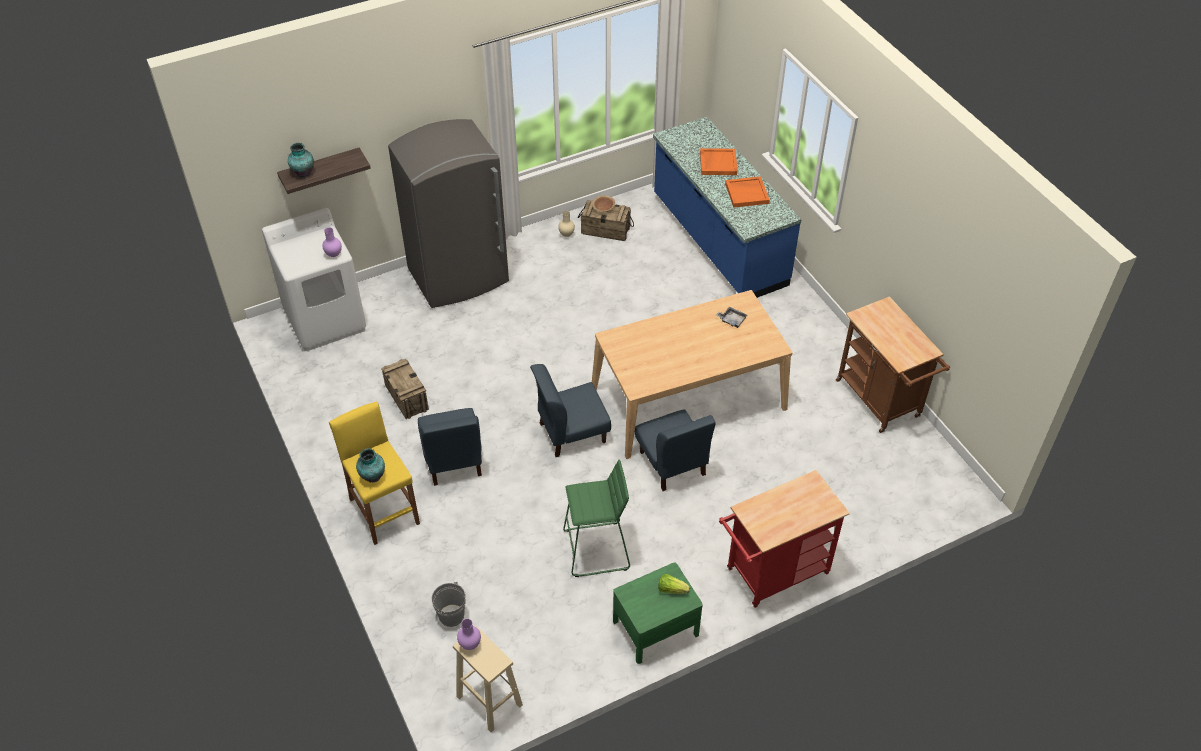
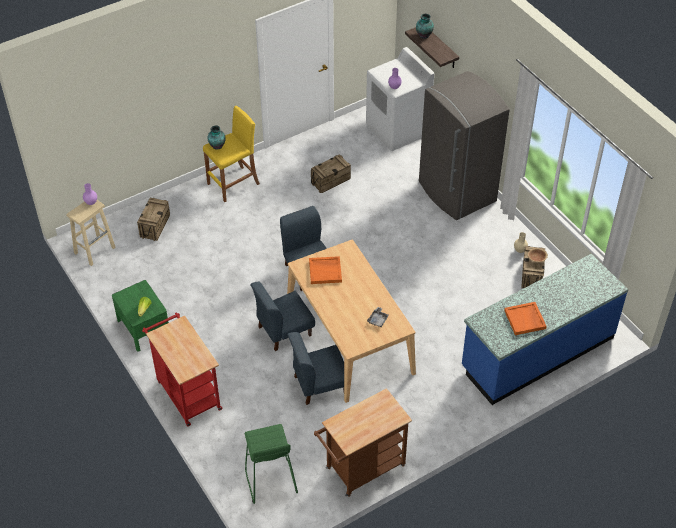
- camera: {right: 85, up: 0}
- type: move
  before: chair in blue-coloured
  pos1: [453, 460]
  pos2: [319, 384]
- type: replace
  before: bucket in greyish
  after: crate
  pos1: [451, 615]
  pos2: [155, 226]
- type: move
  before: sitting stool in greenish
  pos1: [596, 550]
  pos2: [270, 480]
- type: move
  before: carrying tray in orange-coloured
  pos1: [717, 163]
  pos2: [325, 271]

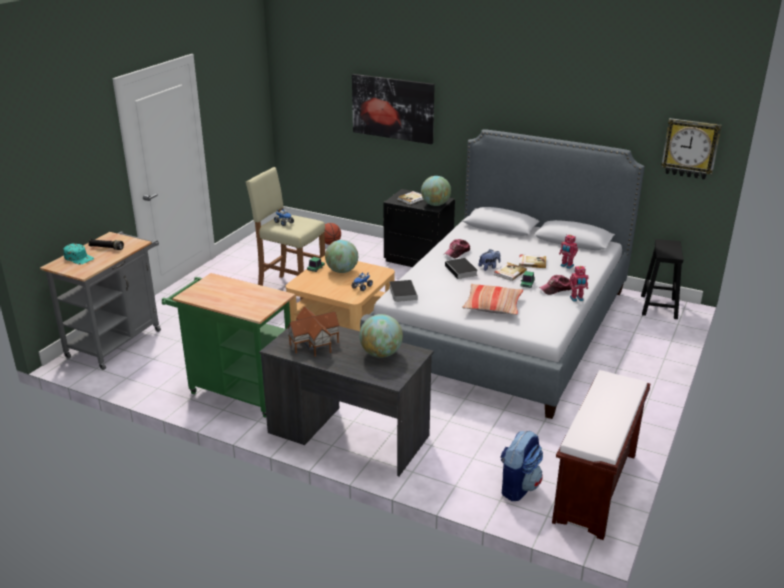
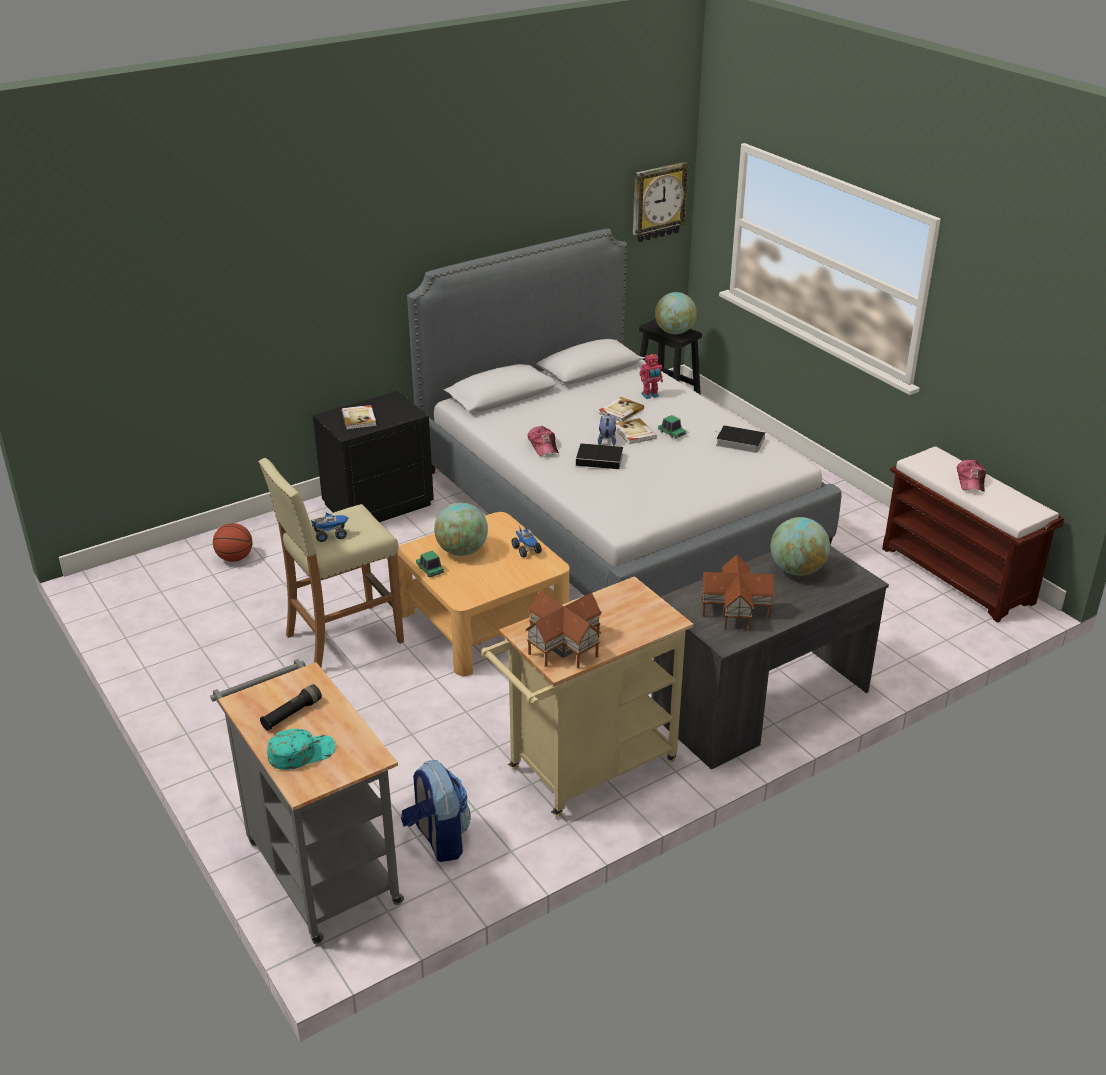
- camera: {right: -60, up: 5}
- type: recolor
  before: cart in greenish
  after: cart in beige
  pos1: [237, 390]
  pos2: [584, 770]
- type: delete
  before: wall picture
  pos1: [393, 108]
- type: move
  before: volume
  pos1: [402, 292]
  pos2: [738, 442]
- type: move
  before: desk globe
  pos1: [435, 204]
  pos2: [674, 332]
- type: delete
  before: pillow
  pos1: [493, 306]
- type: move
  before: backpack
  pos1: [518, 486]
  pos2: [438, 839]
- type: move
  before: baseball cap
  pos1: [556, 289]
  pos2: [971, 481]
- type: delete
  before: model robot
  pos1: [577, 299]
- type: insert
  after: model house
  pos2: [564, 644]

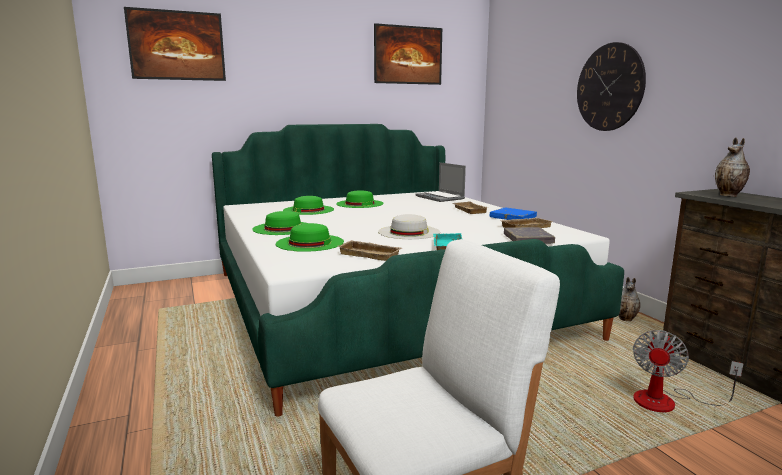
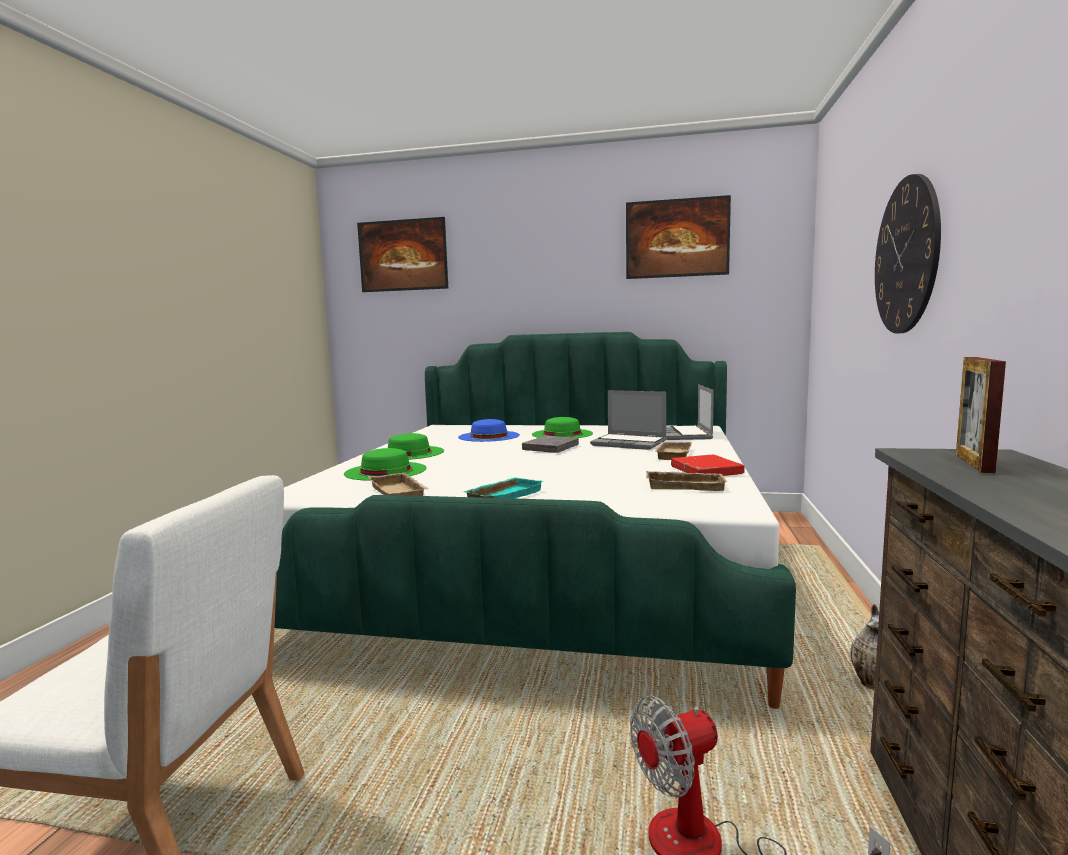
- camera: {right: 35, up: -5}
- type: recolor
  before: wearable hat in greenish
  after: wearable hat in blue-coloured
  pos1: [308, 210]
  pos2: [489, 436]
- type: delete
  before: wearable hat in white-coloured
  pos1: [409, 232]
- type: recolor
  before: volume in blue-coloured
  after: volume in reddish
  pos1: [513, 218]
  pos2: [706, 471]
- type: move
  before: volume in greyish
  pos1: [528, 239]
  pos2: [550, 448]
- type: replace
  before: decorative vase
  after: picture frame
  pos1: [729, 195]
  pos2: [974, 463]
- type: insert
  after: notebook computer
  pos2: [630, 443]

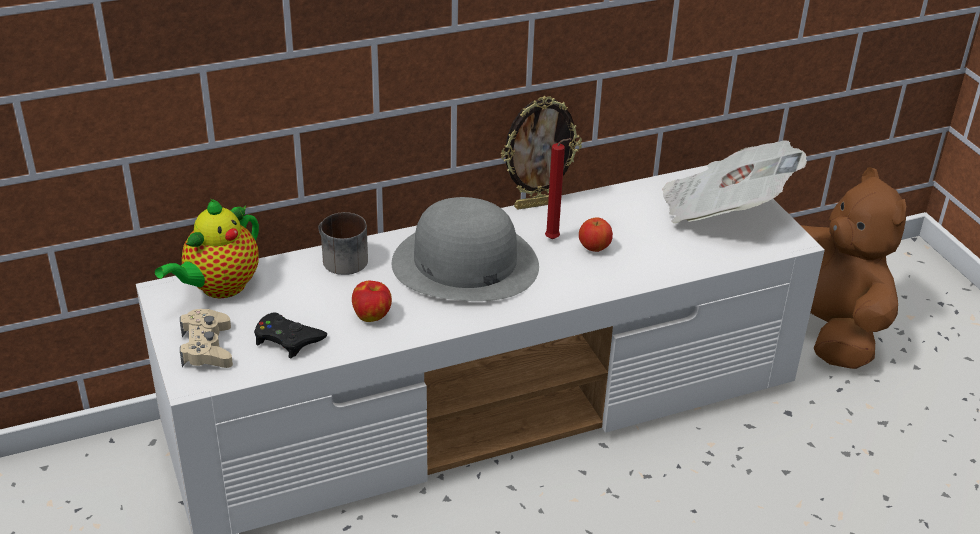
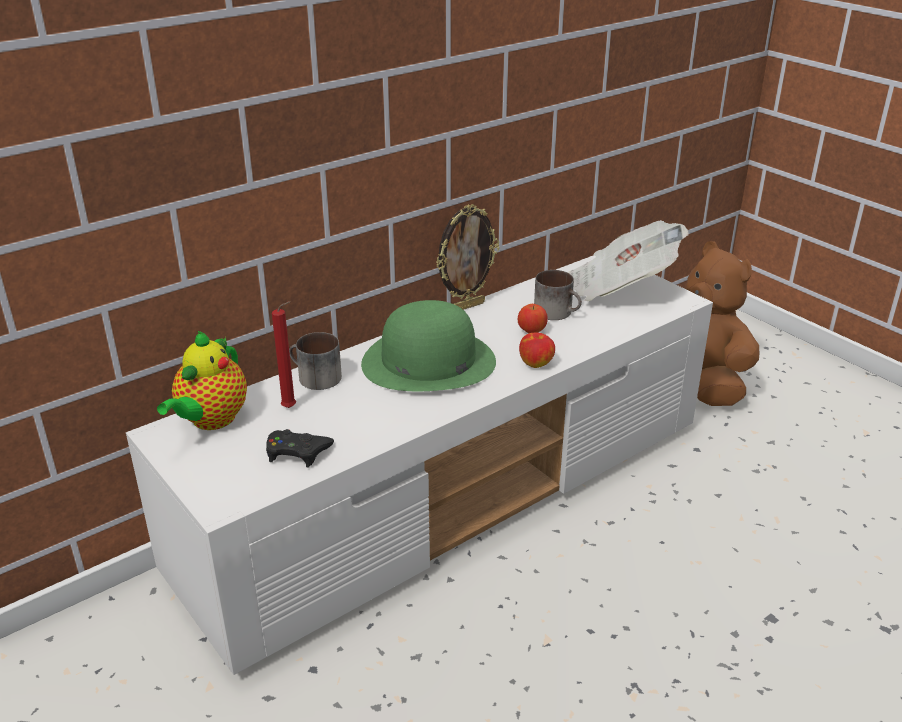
- camera: {right: -15, up: -5}
- type: delete
  before: joypad in beige
  pos1: [207, 348]
- type: move
  before: whole apple
  pos1: [372, 316]
  pos2: [536, 363]
- type: recolor
  before: wearable hat in greyish
  after: wearable hat in greenish
  pos1: [464, 264]
  pos2: [428, 362]
- type: move
  before: wax candle in reddish
  pos1: [554, 240]
  pos2: [291, 408]
- type: insert
  after: tea mug
  pos2: [558, 312]

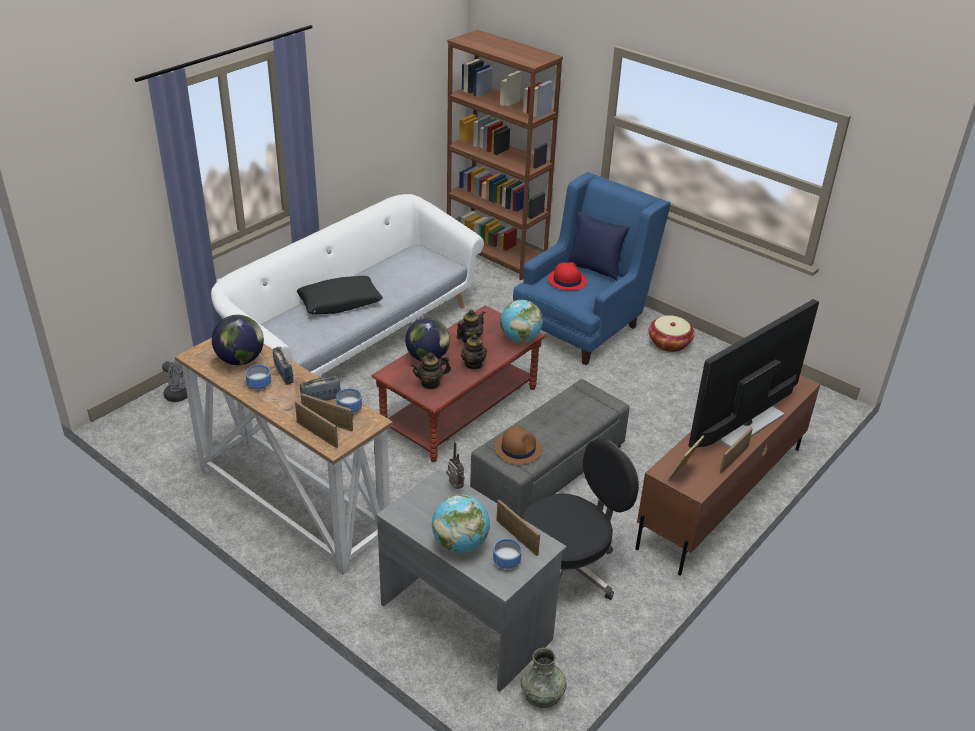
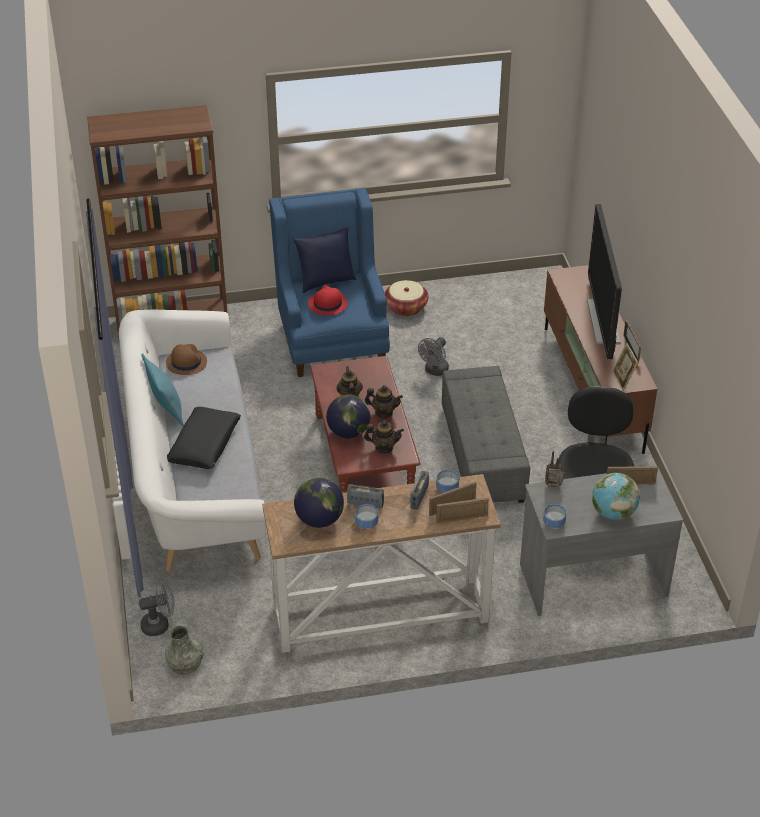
- camera: {right: -50, up: 5}
- type: rotate
  before: pot for tea
  pos1: [430, 383]
  pos2: [384, 447]
  turn: -105
- type: move
  before: bowl
  pos1: [505, 563]
  pos2: [554, 524]
- type: move
  before: wearable hat in brownish
  pos1: [518, 448]
  pos2: [186, 362]
- type: delete
  before: desk globe
  pos1: [520, 338]
- type: move
  before: decorative vase in greyish
  pos1: [542, 693]
  pos2: [185, 662]
- type: insert
  after: pillow in blue-green
  pos2: [166, 411]
- type: insert
  after: electric fan in greyish
  pos2: [434, 371]

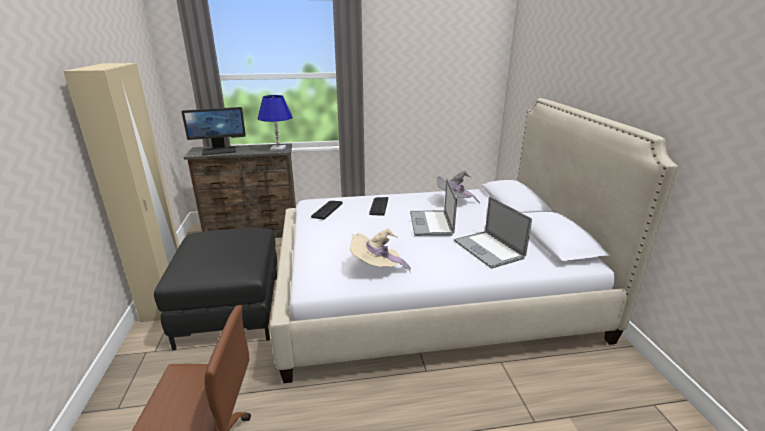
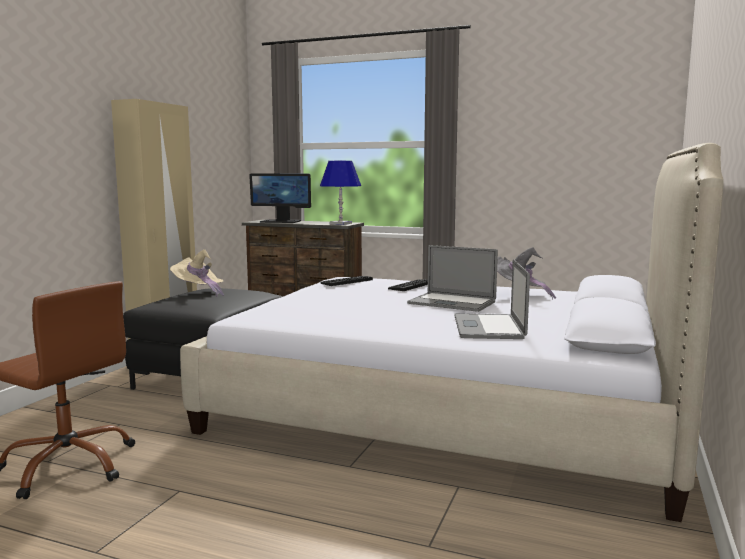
- camera: {right: 30, up: -15}
- type: move
  before: wearable hat in beige
  pos1: [377, 268]
  pos2: [199, 292]
- type: rotate
  before: notebook computer
  pos1: [431, 223]
  pos2: [451, 303]
  turn: -90

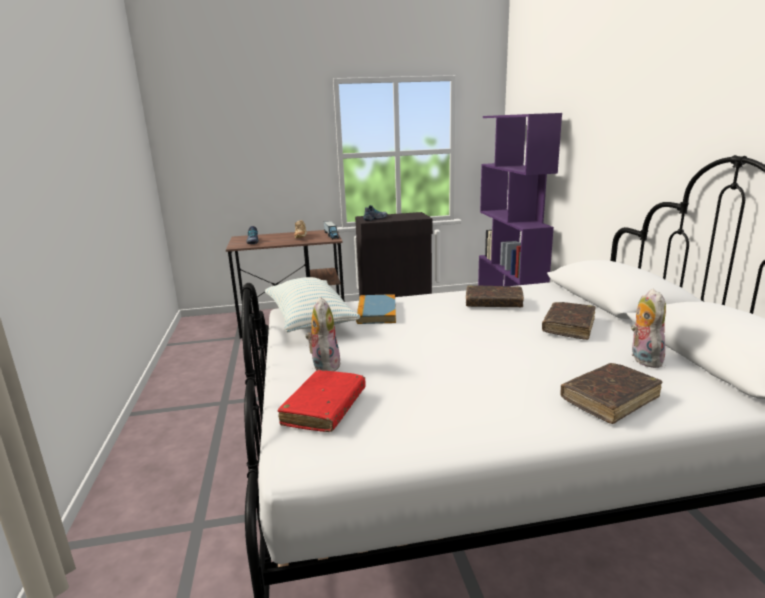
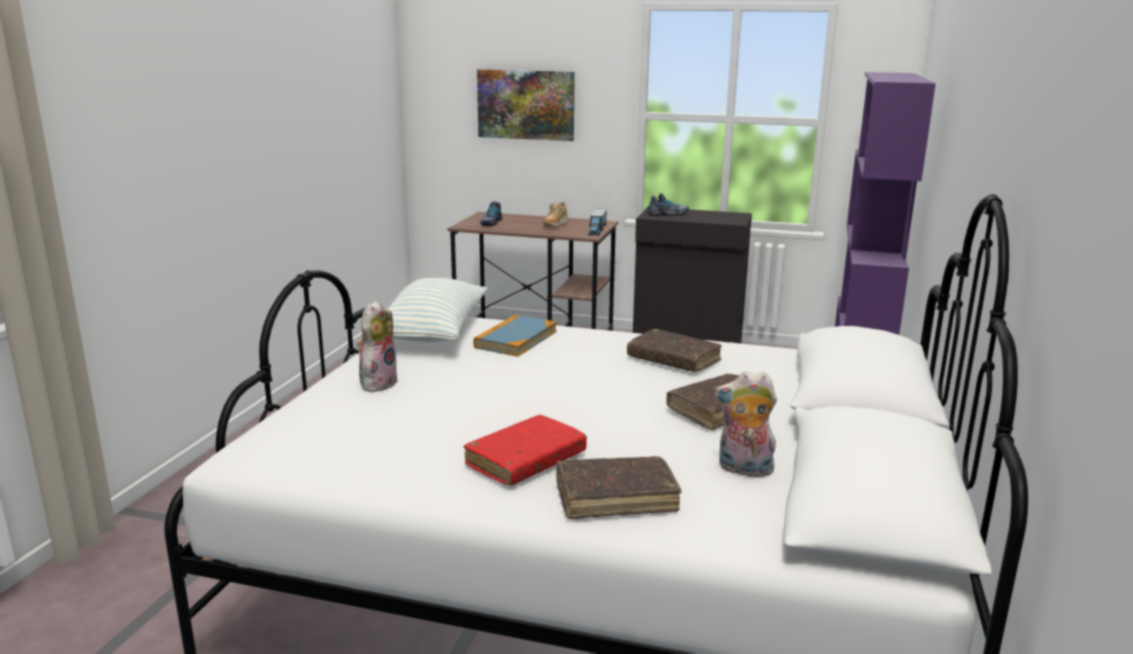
- camera: {right: 25, up: 0}
- type: move
  before: volume in reddish
  pos1: [324, 408]
  pos2: [526, 461]
- type: rotate
  before: plush toy
  pos1: [643, 359]
  pos2: [743, 470]
  turn: -105
- type: insert
  after: wall picture
  pos2: [526, 104]

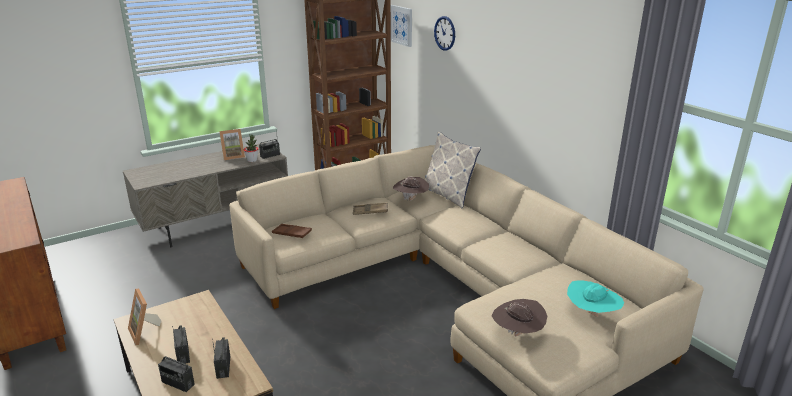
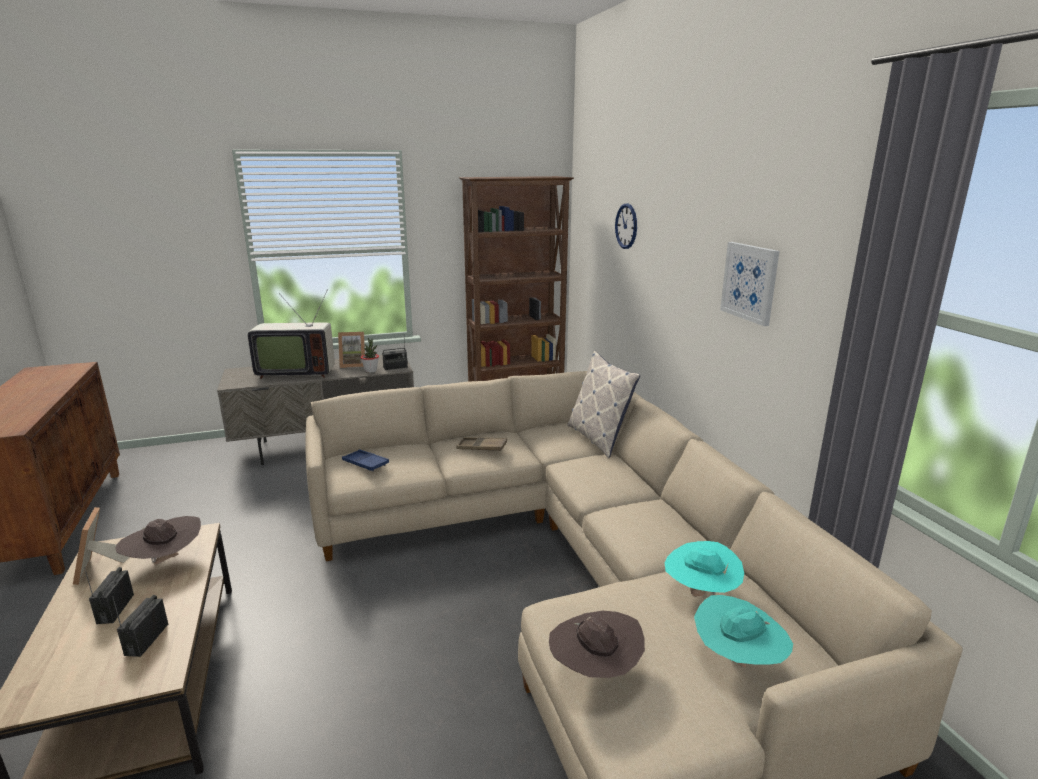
- camera: {right: 15, up: -5}
- type: delete
  before: radio
  pos1: [178, 383]
- type: recolor
  before: carrying tray in brownish
  after: carrying tray in blue-coloured
  pos1: [292, 233]
  pos2: [365, 463]
- type: move
  before: wall picture
  pos1: [401, 25]
  pos2: [750, 282]
- type: move
  before: wearable hat in brownish
  pos1: [411, 200]
  pos2: [166, 562]
- type: insert
  after: TV set
  pos2: [295, 372]
- type: insert
  after: wearable hat in blue-green
  pos2: [700, 593]

